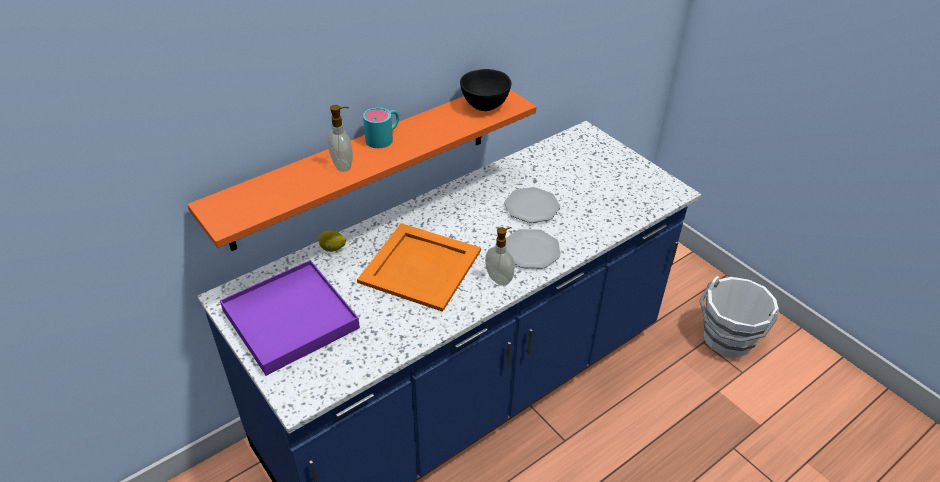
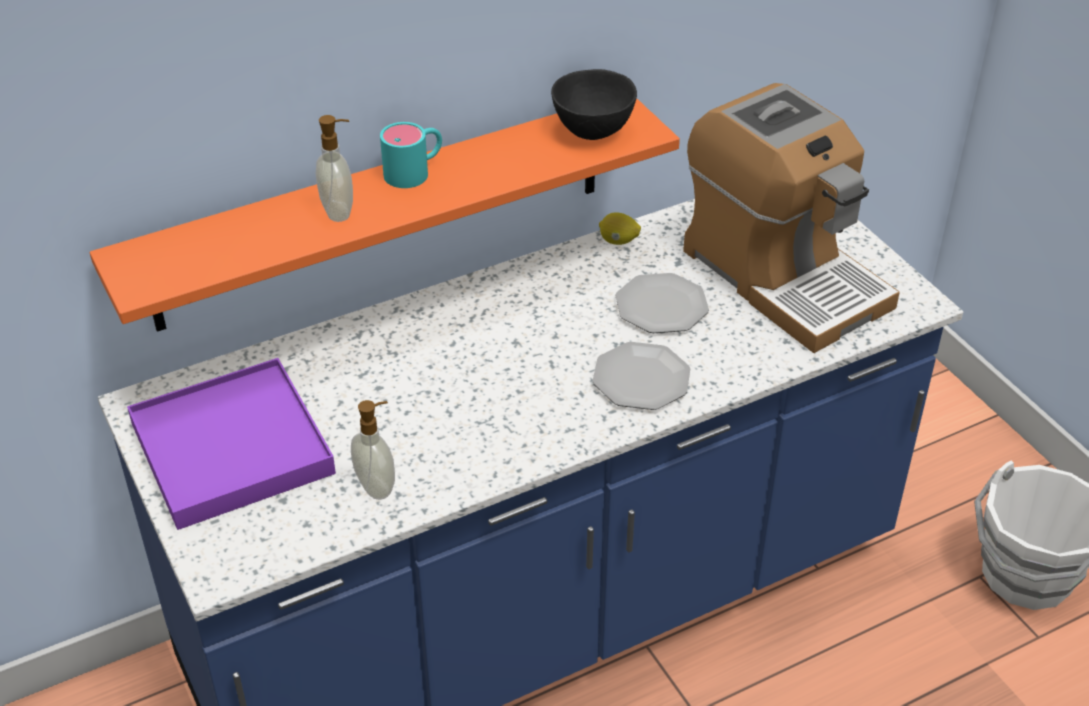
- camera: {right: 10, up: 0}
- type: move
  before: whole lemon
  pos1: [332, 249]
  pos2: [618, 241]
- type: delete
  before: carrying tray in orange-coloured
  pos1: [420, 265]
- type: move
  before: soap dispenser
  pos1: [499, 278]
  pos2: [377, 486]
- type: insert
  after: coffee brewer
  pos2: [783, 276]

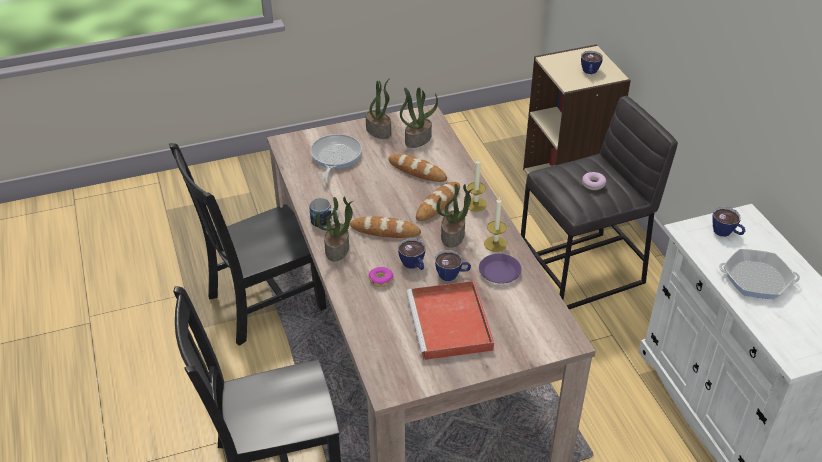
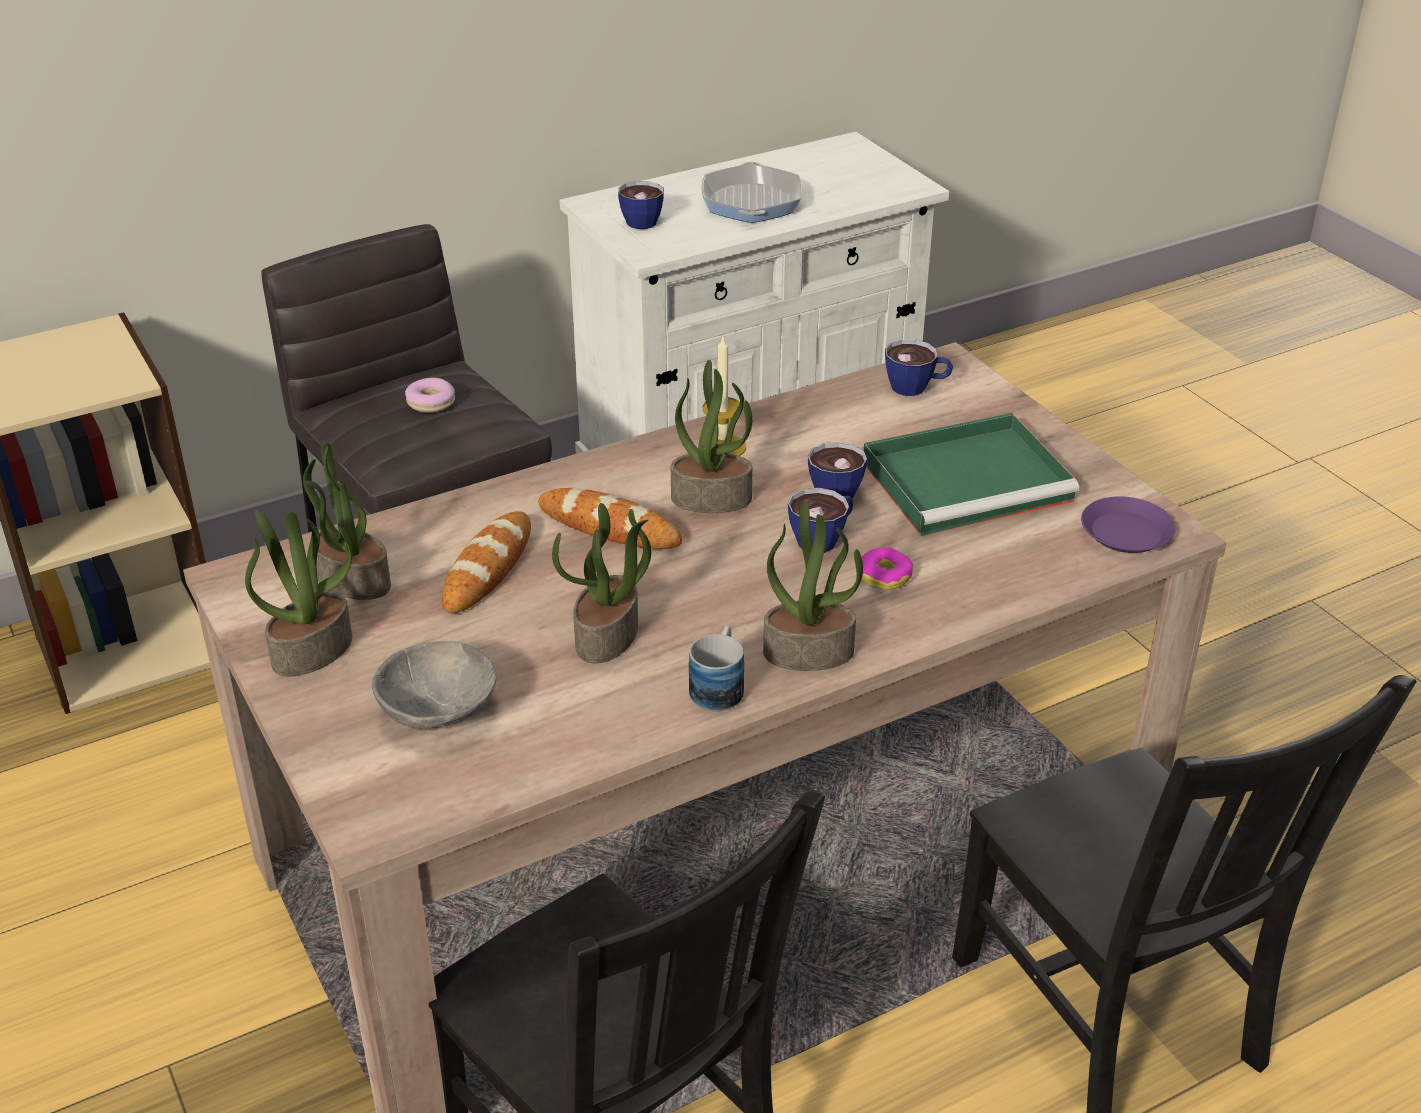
- camera: {right: -100, up: -5}
- type: replace
  before: skillet
  after: bowl in greyish
  pos1: [335, 157]
  pos2: [440, 713]
- type: delete
  before: bread
  pos1: [385, 230]
- type: recolor
  before: carrying tray in reddish
  after: carrying tray in greenish
  pos1: [450, 324]
  pos2: [970, 480]
- type: delete
  before: wax candle
  pos1: [475, 204]
- type: move
  before: flat dish in purple-coloured
  pos1: [499, 272]
  pos2: [1125, 532]
- type: move
  before: small cup
  pos1: [589, 72]
  pos2: [917, 387]
- type: insert
  after: plant in a pot
  pos2: [608, 637]

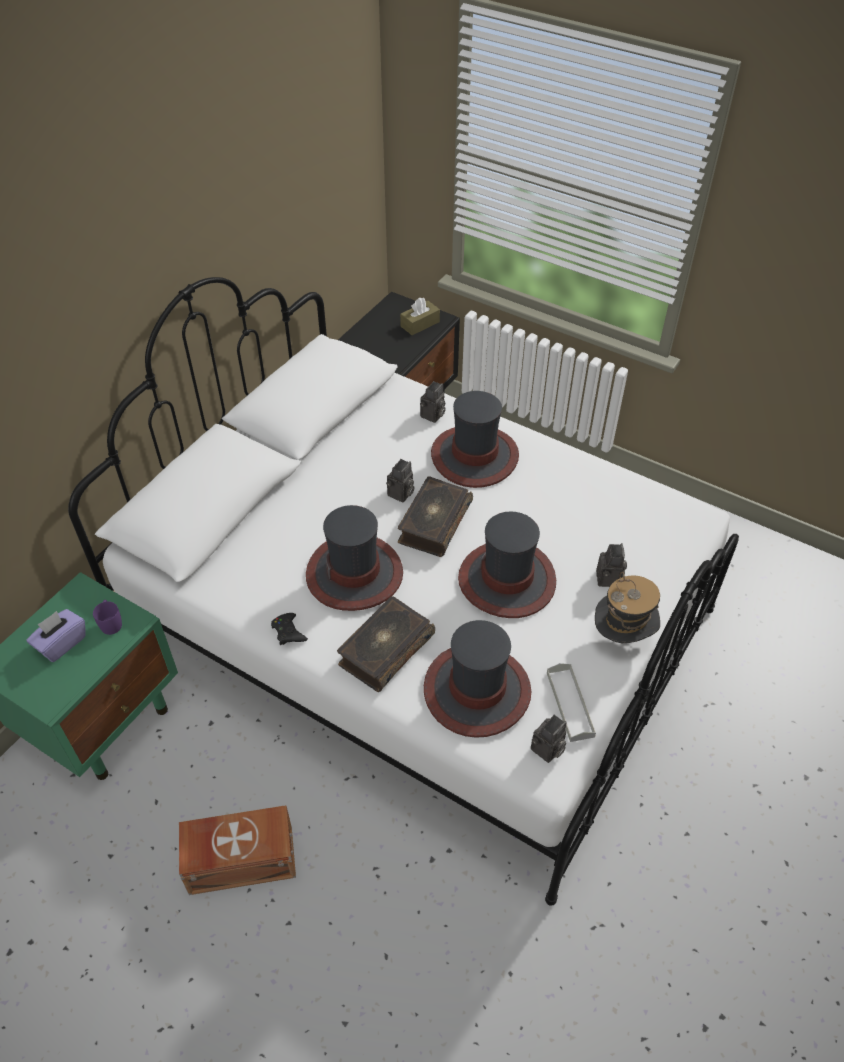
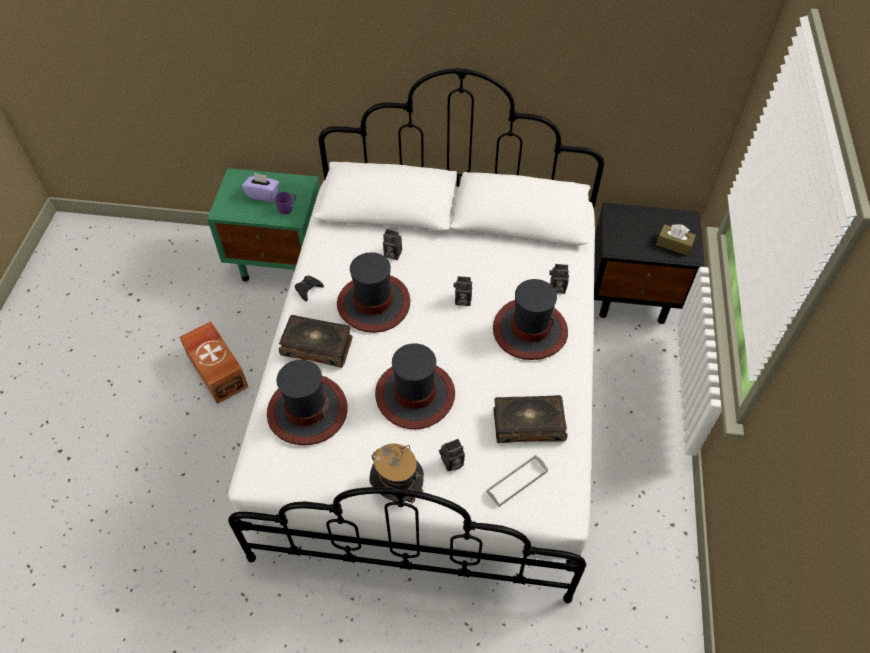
- camera: {right: 65, up: 5}
- type: move
  before: volume
  pos1: [433, 523]
  pos2: [528, 424]
- type: move
  before: photo camera
  pos1: [547, 751]
  pos2: [391, 254]
- type: move
  before: carrying tray in greyish
  pos1: [570, 704]
  pos2: [517, 482]

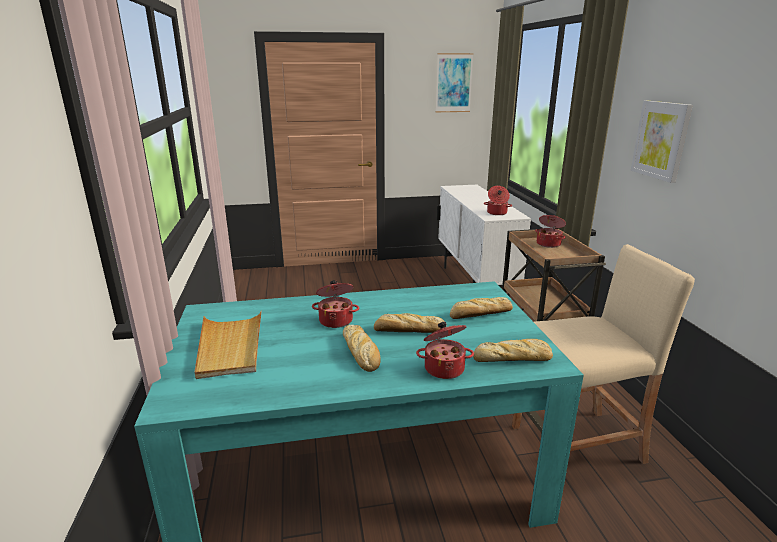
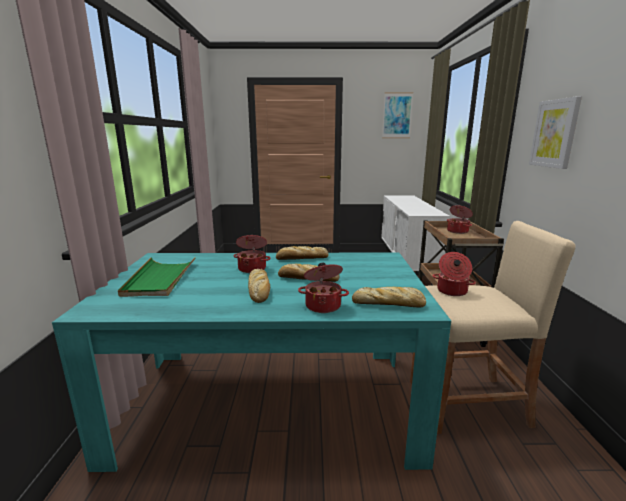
- camera: {right: 10, up: -5}
- type: recolor
  before: carrying tray in beige
  after: carrying tray in greenish
  pos1: [230, 347]
  pos2: [160, 279]
- type: move
  before: bread
  pos1: [480, 314]
  pos2: [301, 258]
- type: move
  before: saucepot
  pos1: [496, 213]
  pos2: [451, 291]

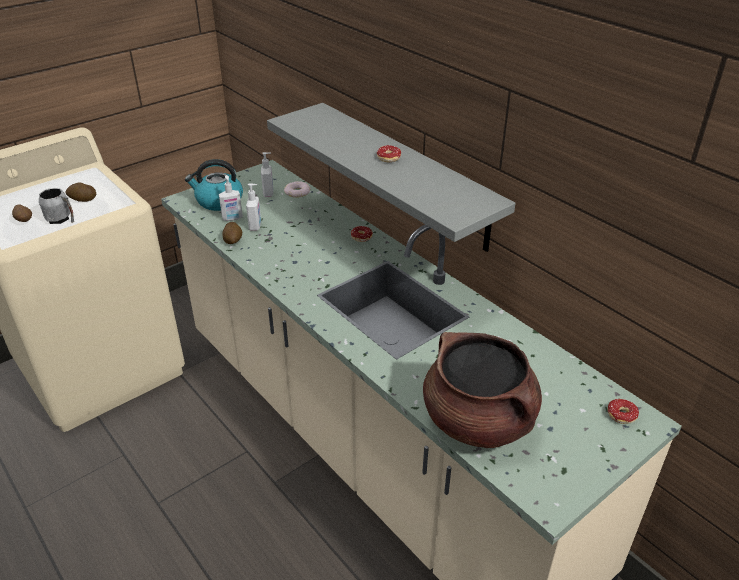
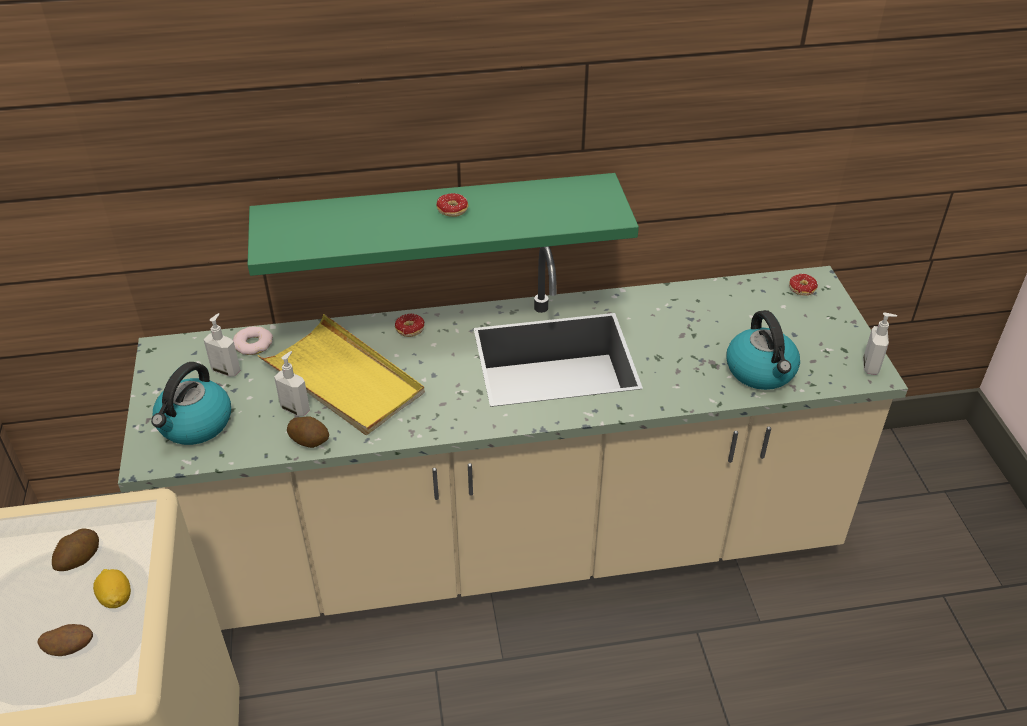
- camera: {right: -60, up: 5}
- type: replace
  before: tea mug in greyish
  after: whole lemon
  pos1: [61, 219]
  pos2: [116, 598]
- type: move
  before: soap dispenser
  pos1: [232, 218]
  pos2: [871, 366]
- type: recolor
  before: bracket shelf in greyish
  after: bracket shelf in greenish
  pos1: [406, 174]
  pos2: [438, 222]
- type: replace
  before: saucepot in brownish
  after: tea kettle
  pos1: [478, 421]
  pos2: [761, 371]
- type: insert
  after: carrying tray in yellowish
  pos2: [343, 380]

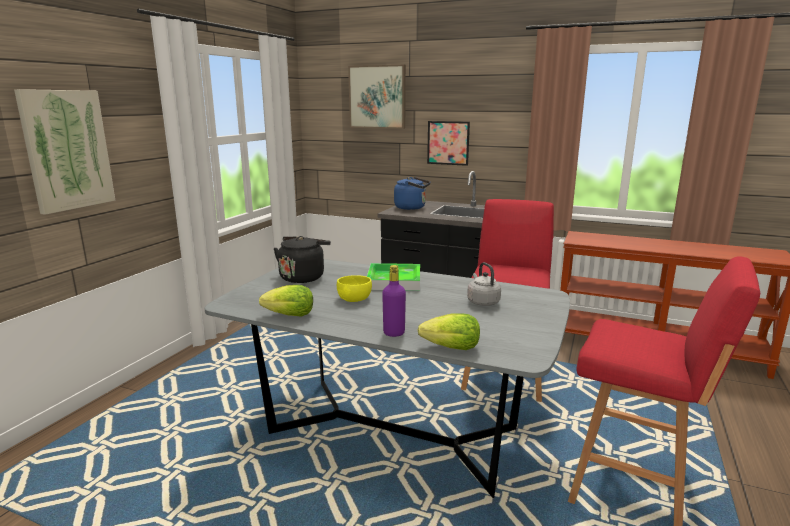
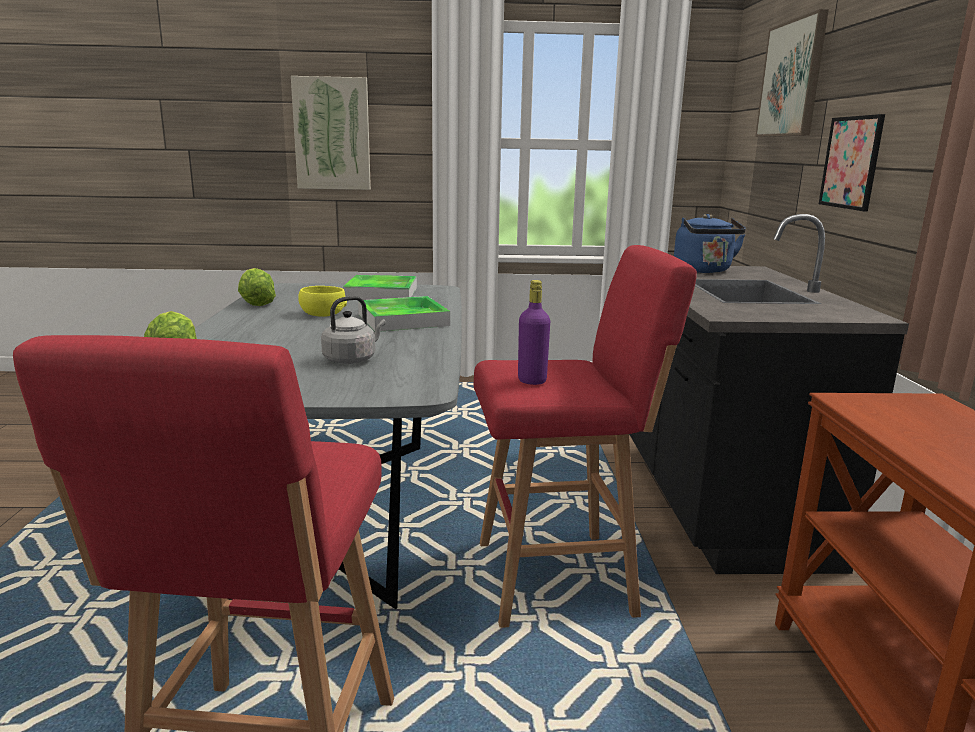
- camera: {right: 65, up: 0}
- type: replace
  before: tea kettle in blackish
  after: carrying tray
  pos1: [303, 277]
  pos2: [381, 293]
- type: move
  before: drink bottle in purple-coloured
  pos1: [394, 333]
  pos2: [532, 380]

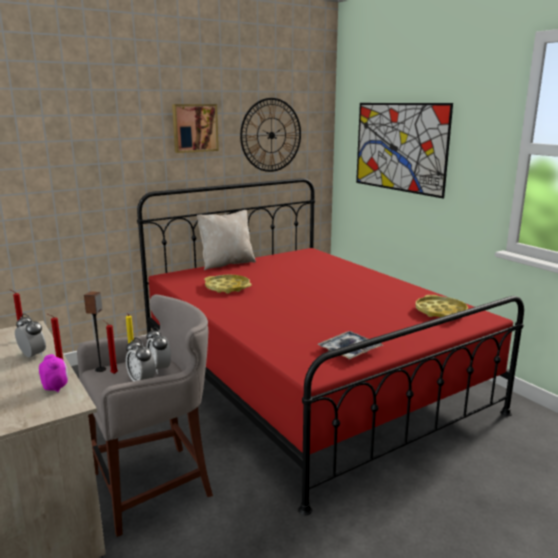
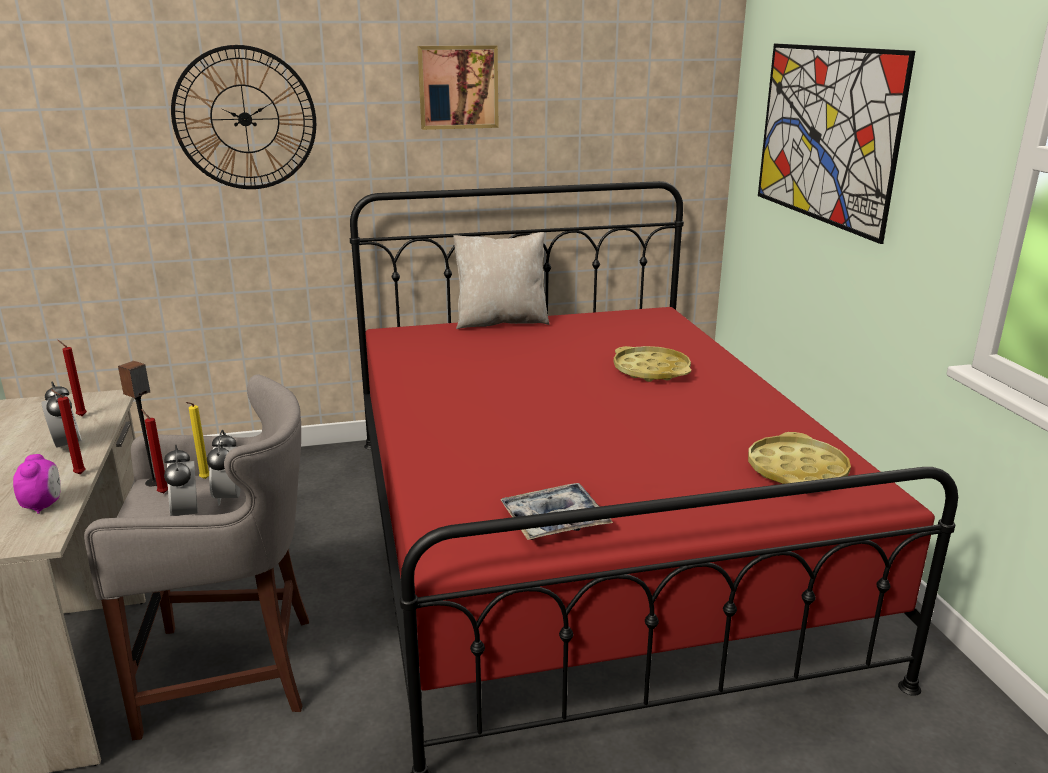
- camera: {right: 20, up: 5}
- type: move
  before: carrying tray in yellowish
  pos1: [227, 287]
  pos2: [651, 370]
- type: move
  before: clock on the wall
  pos1: [271, 135]
  pos2: [245, 119]

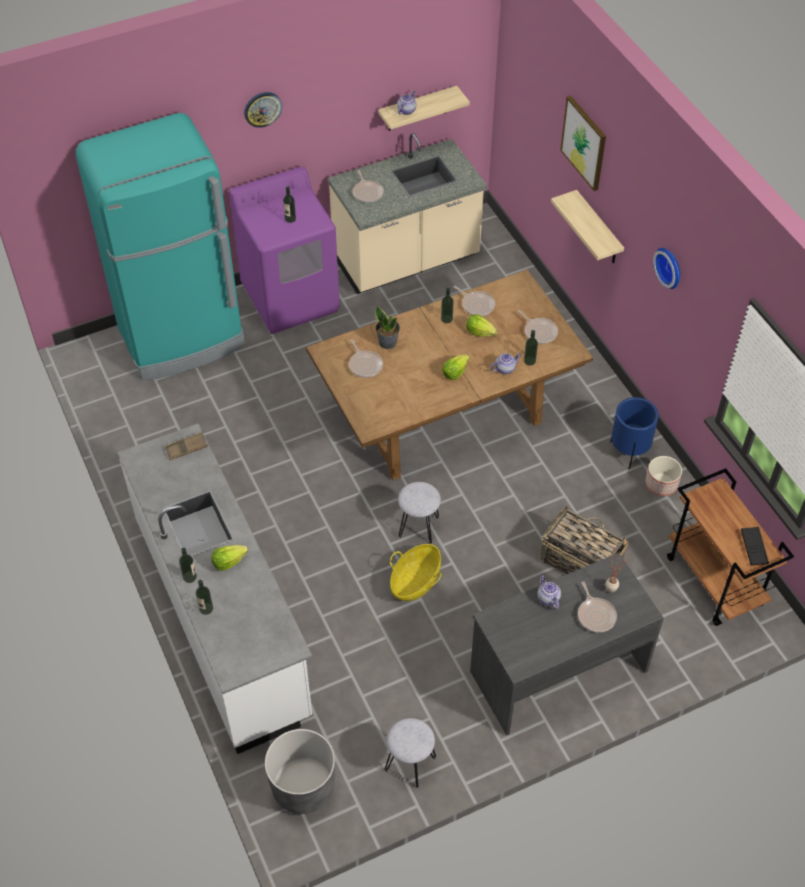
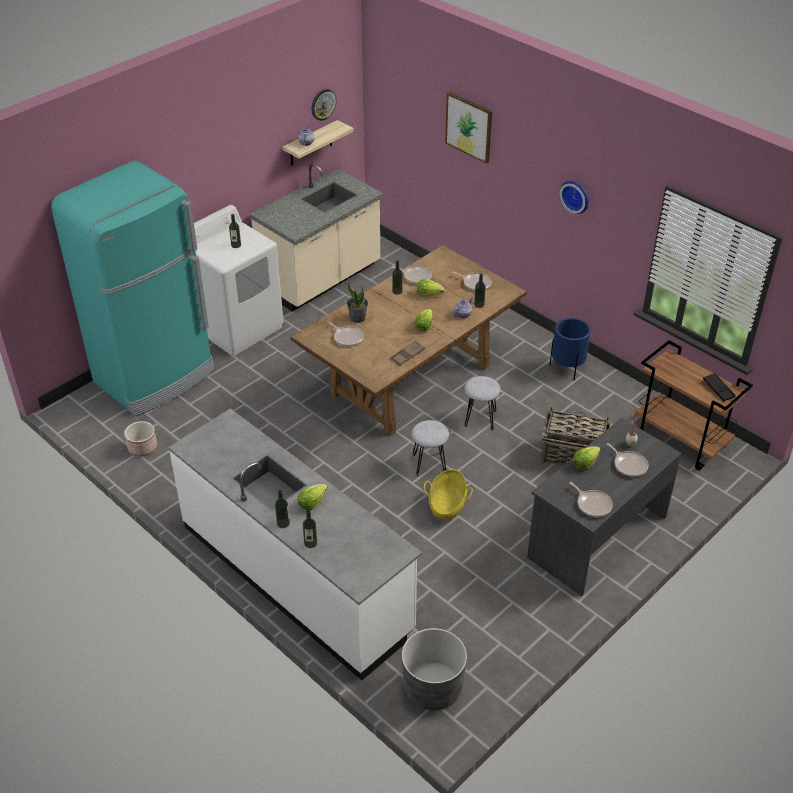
- camera: {right: -20, up: -10}
- type: move
  before: carrying tray in brownish
  pos1: [186, 448]
  pos2: [407, 355]
- type: recolor
  before: washing machine in purple-coloured
  after: washing machine in white-coloured
  pos1: [291, 298]
  pos2: [237, 326]
- type: move
  before: clock on the wall
  pos1: [262, 109]
  pos2: [323, 104]
- type: move
  before: skillet
  pos1: [367, 192]
  pos2: [592, 504]
- type: move
  before: sitting stool in greyish
  pos1: [410, 764]
  pos2: [480, 419]
- type: replace
  before: pot for tea
  after: head of lettuce
  pos1: [547, 598]
  pos2: [585, 463]
- type: delete
  before: bracket shelf
  pos1: [598, 229]
- type: move
  before: planter
  pos1: [661, 484]
  pos2: [142, 448]

